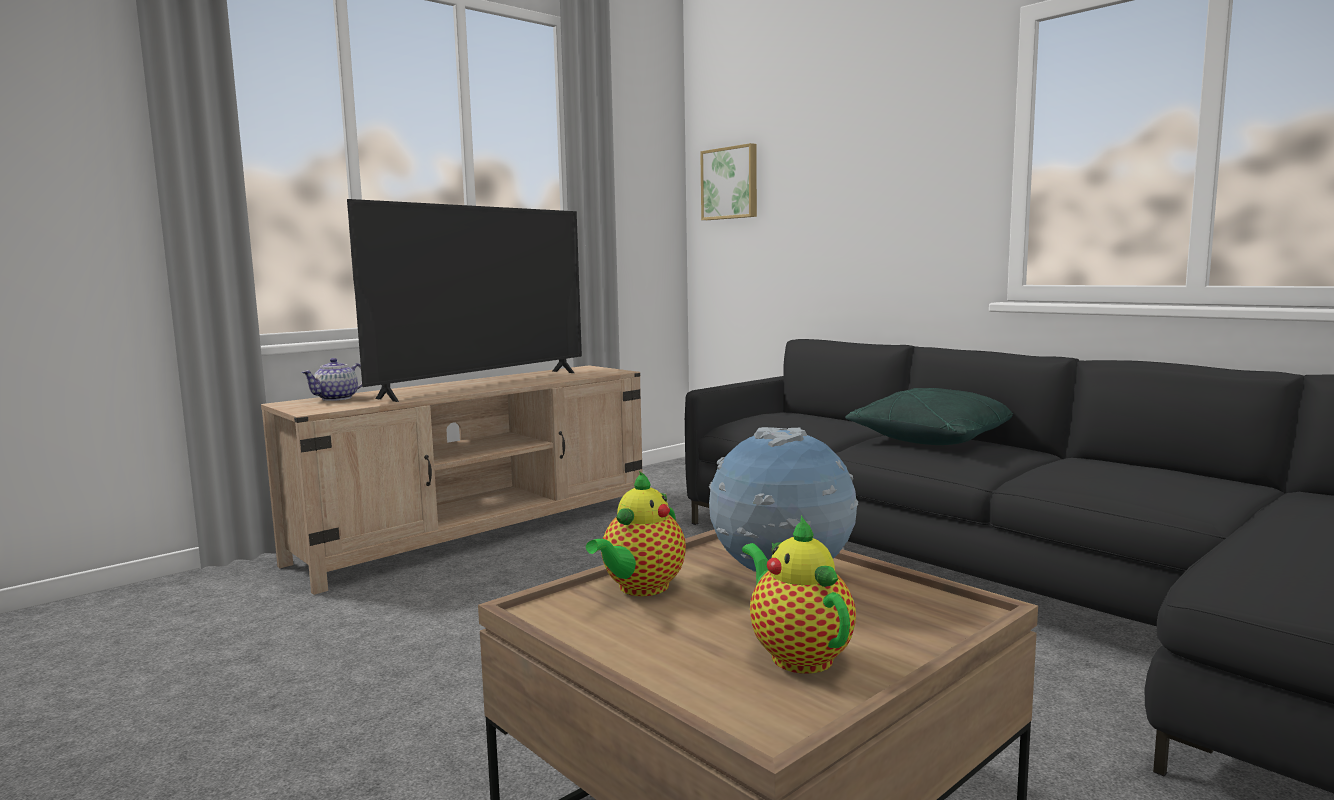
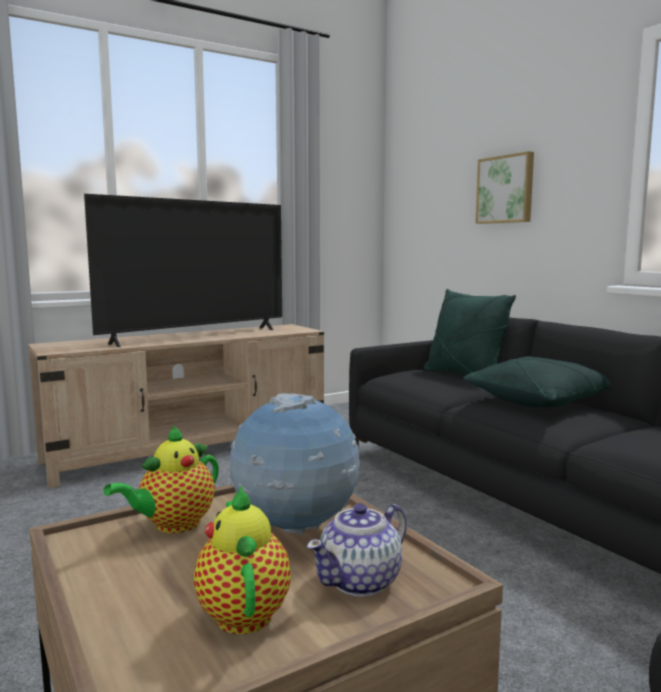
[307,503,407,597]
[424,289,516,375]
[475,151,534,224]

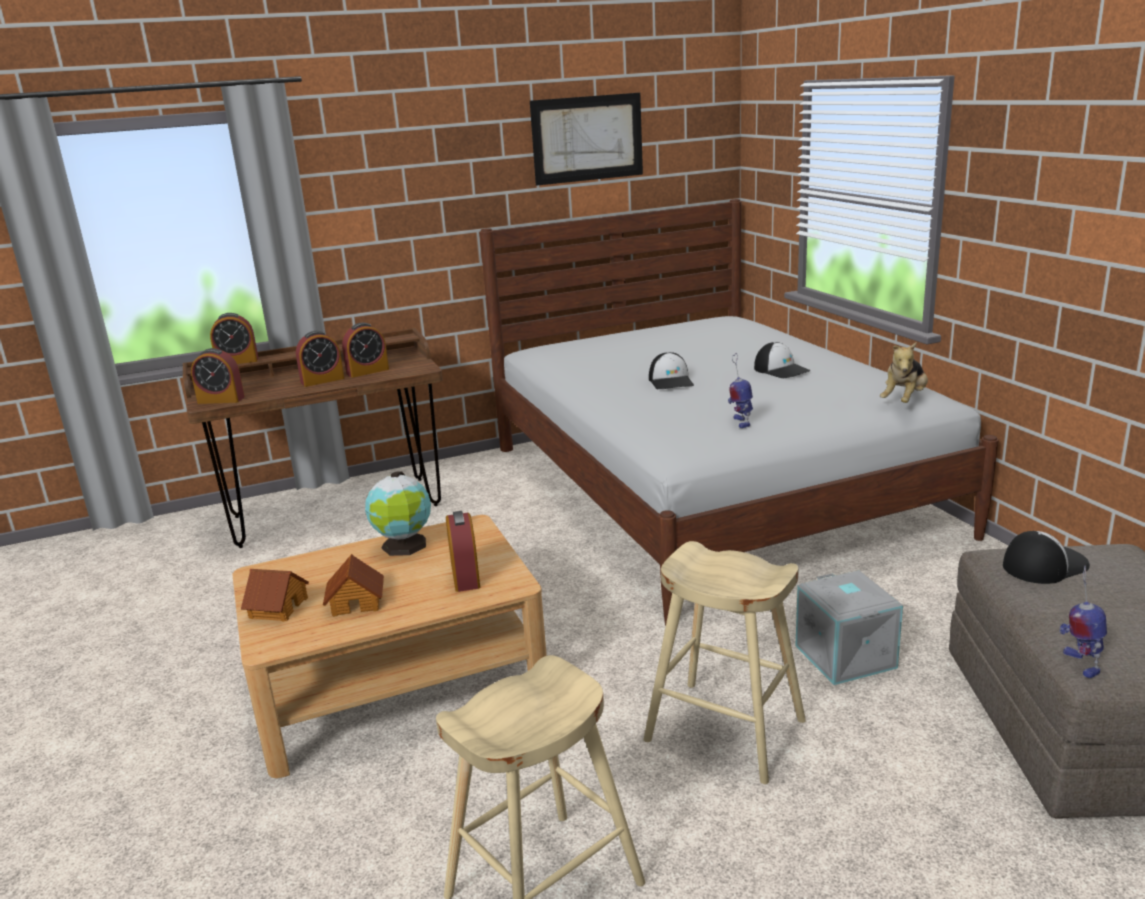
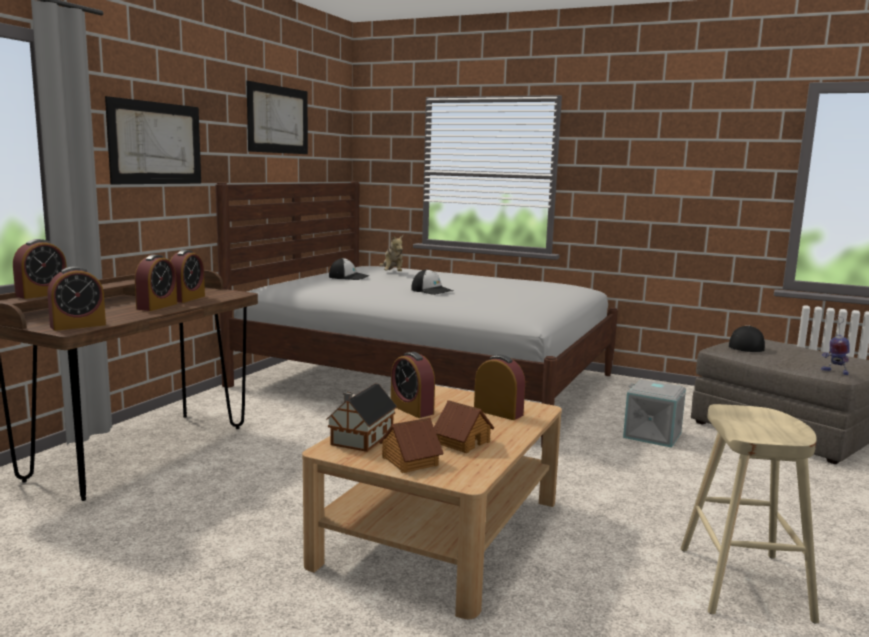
[105,96,201,184]
[326,383,397,452]
[329,258,369,280]
[379,235,403,271]
[391,352,435,418]
[644,541,806,784] (first image)
[728,353,753,428] (first image)

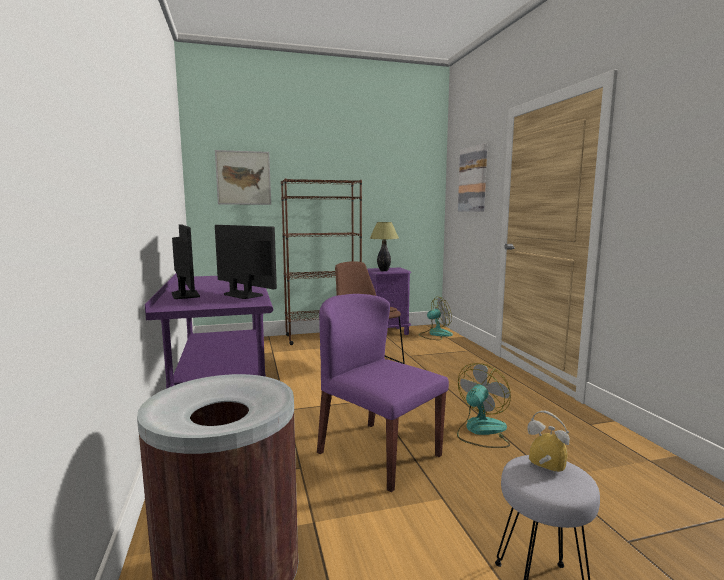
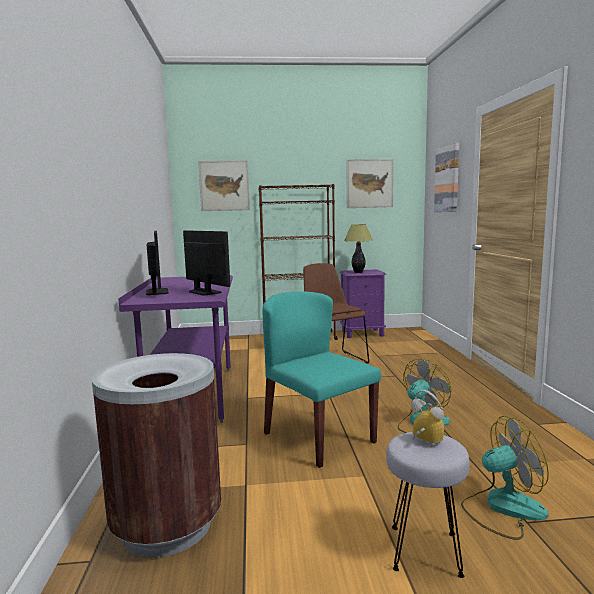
[262,291,381,468]
[346,159,394,208]
[461,416,549,540]

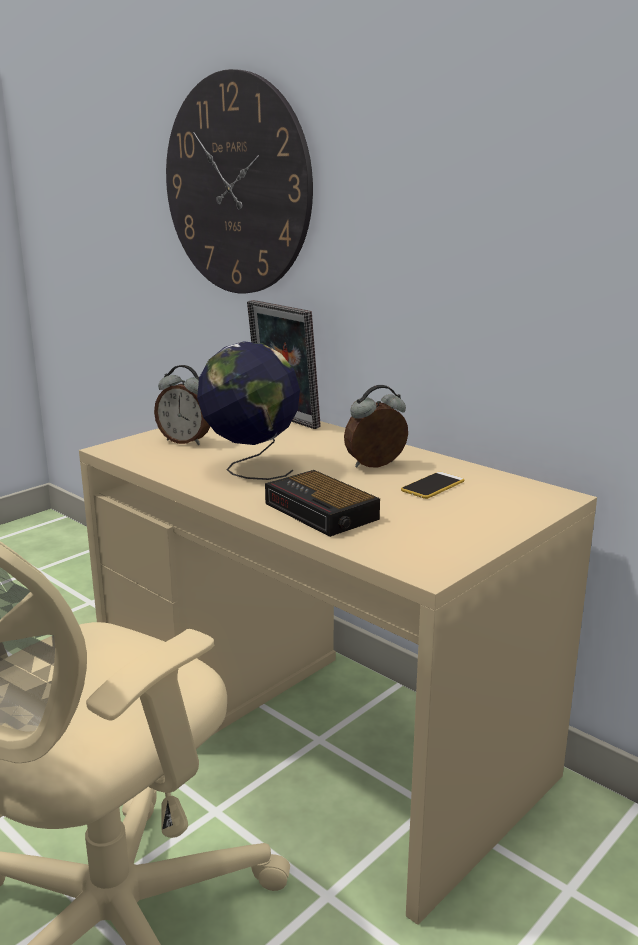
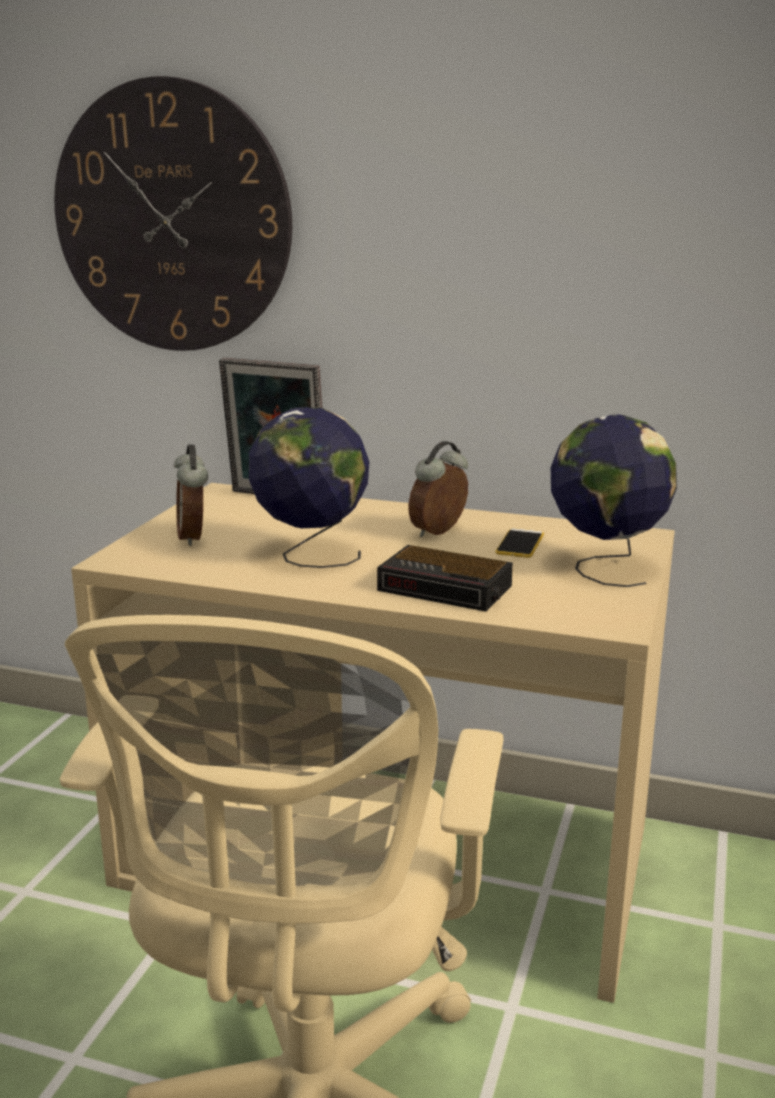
[174,444,208,546]
[551,414,677,587]

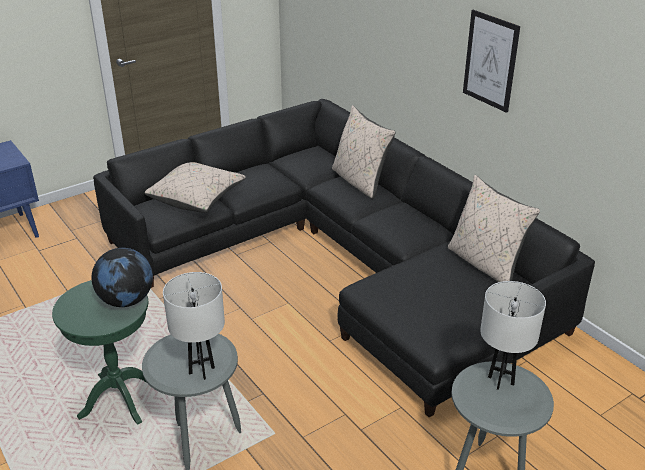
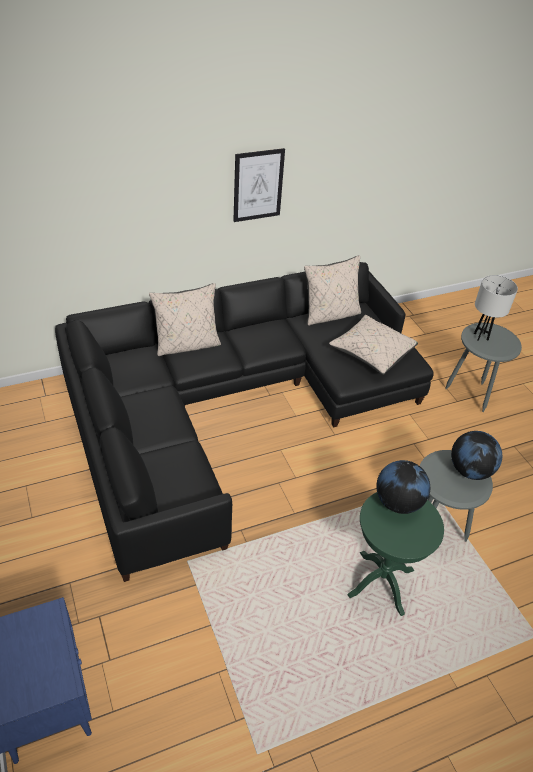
[329,315,418,375]
[451,431,502,480]

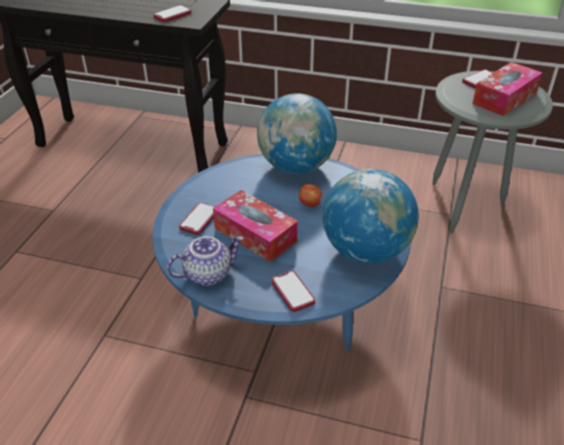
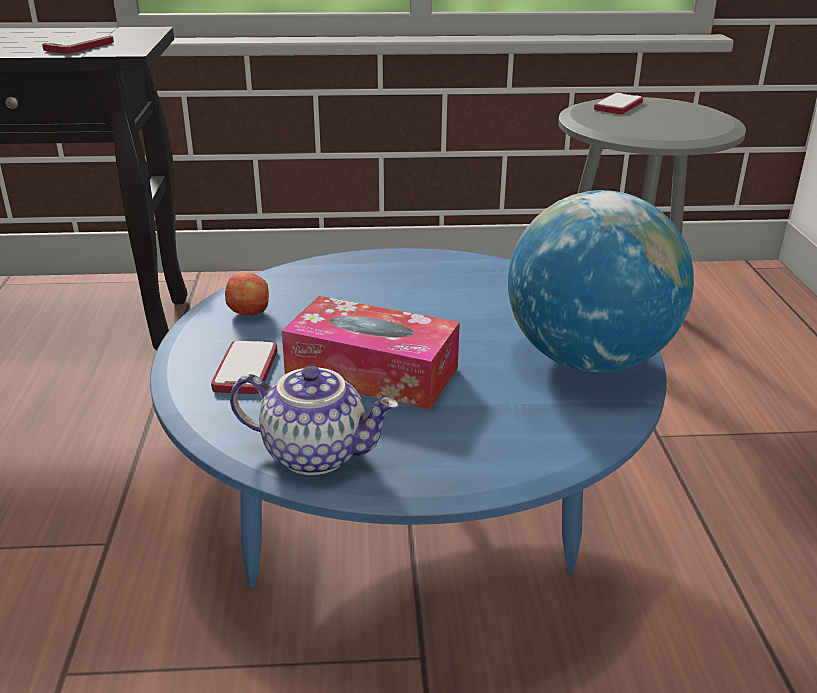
[225,273,269,316]
[230,366,399,475]
[257,93,337,174] (first image)
[272,271,315,312] (first image)
[472,62,542,116] (first image)

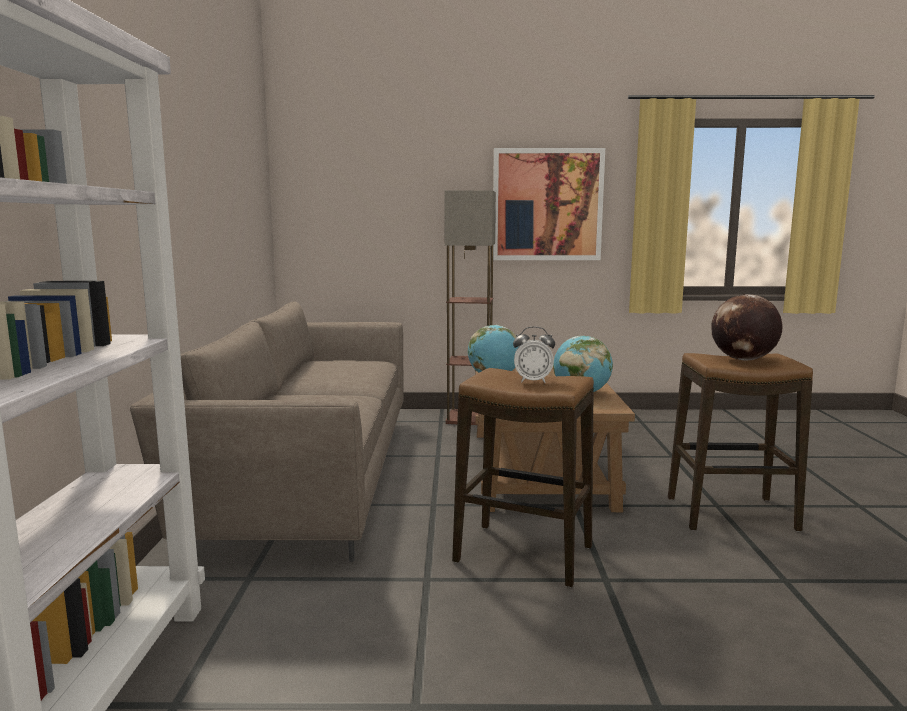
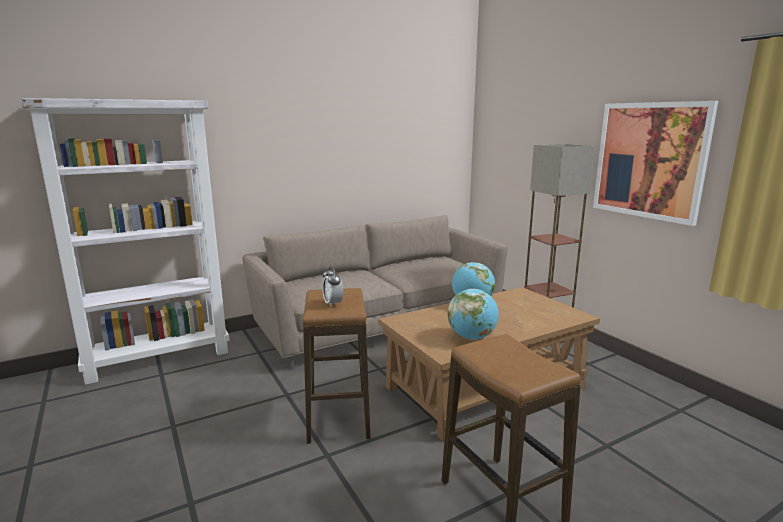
[711,294,783,361] (first image)

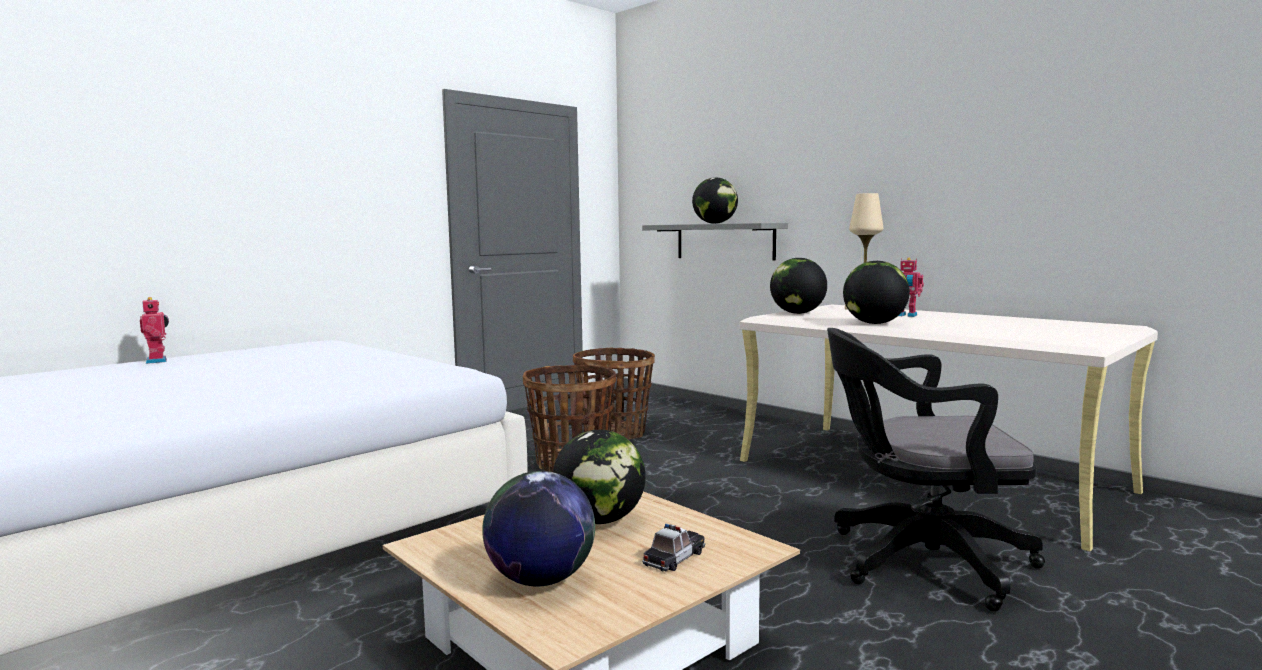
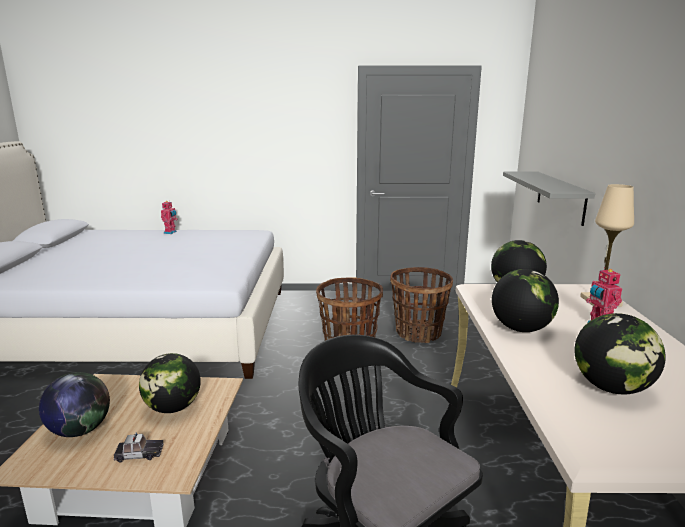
[574,313,666,394]

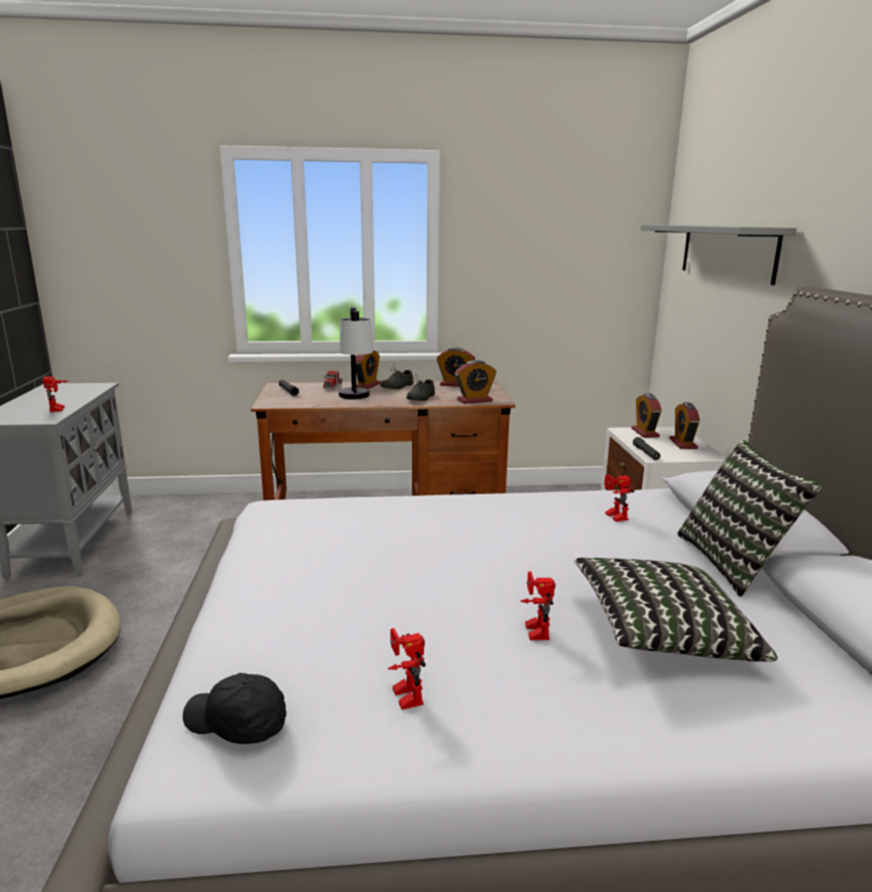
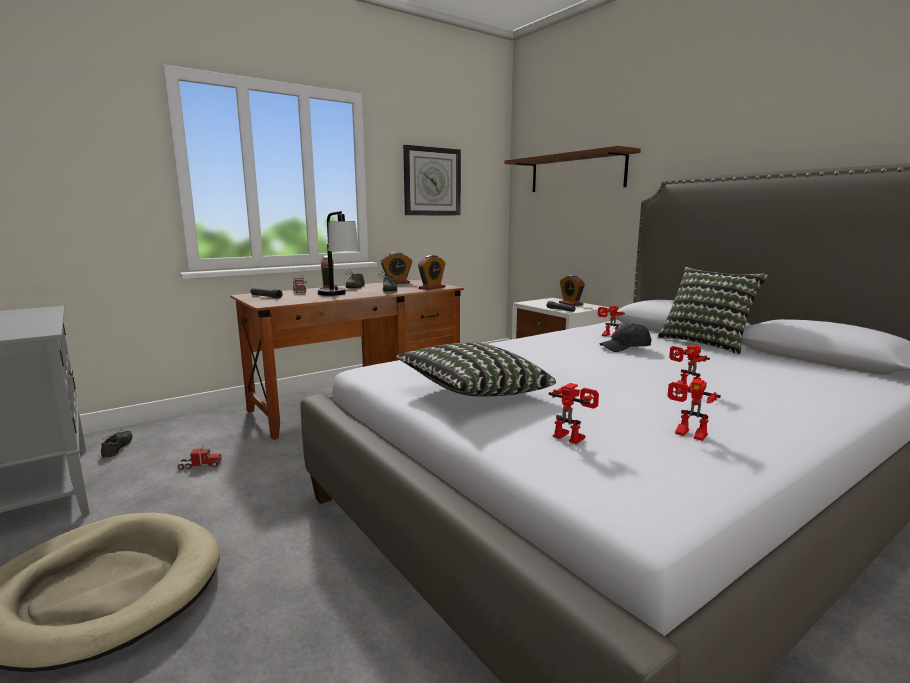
[101,429,133,458]
[178,445,222,470]
[396,343,556,396]
[403,145,461,215]
[504,146,641,192]
[549,383,599,444]
[600,323,652,352]
[631,394,662,438] (first image)

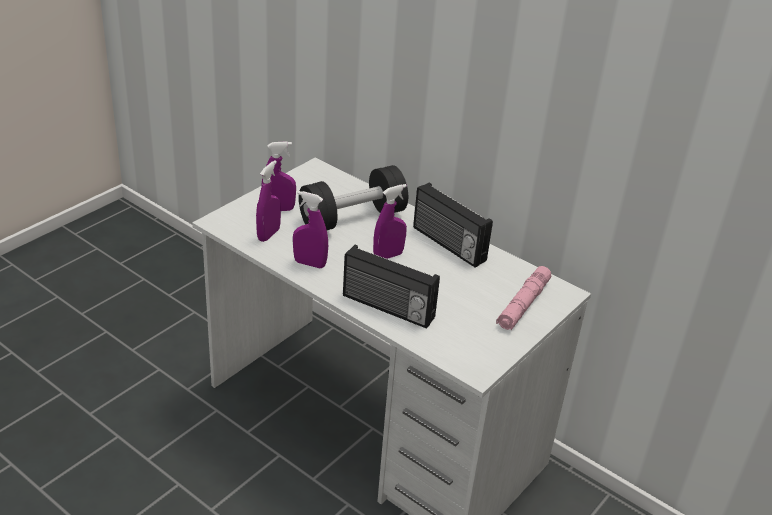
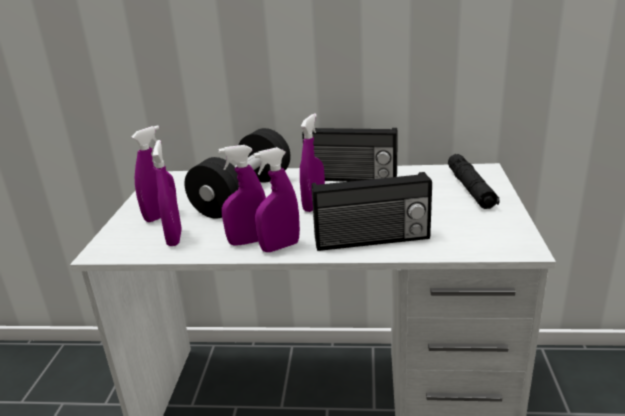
[253,147,300,252]
[448,154,500,209]

